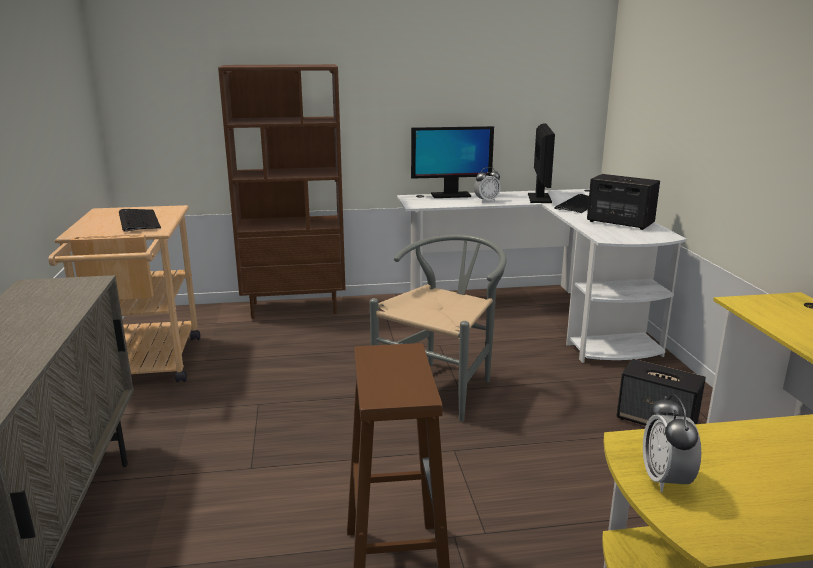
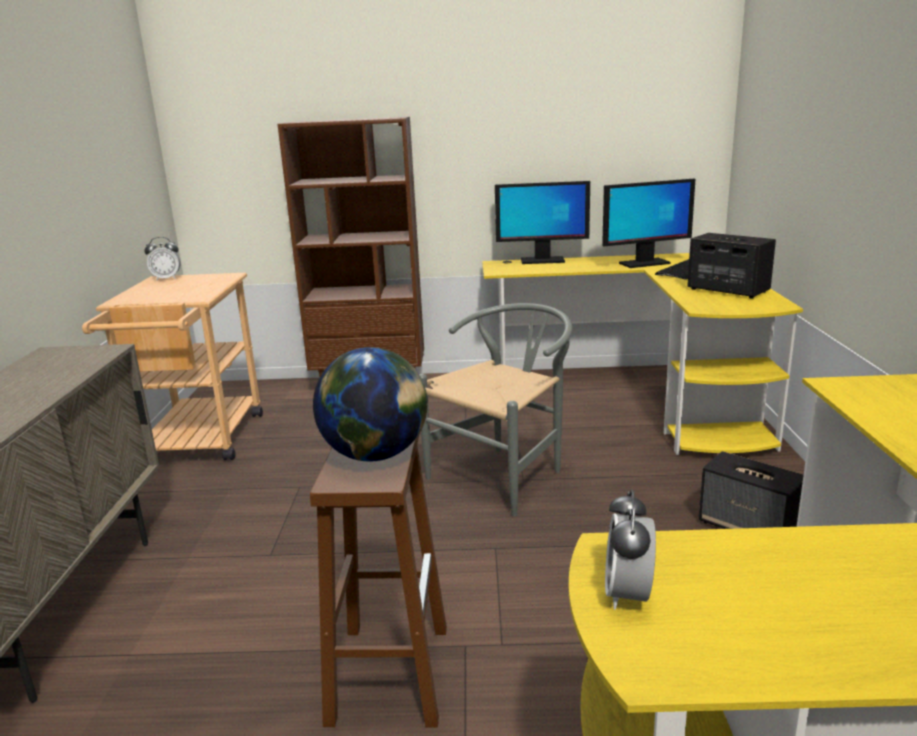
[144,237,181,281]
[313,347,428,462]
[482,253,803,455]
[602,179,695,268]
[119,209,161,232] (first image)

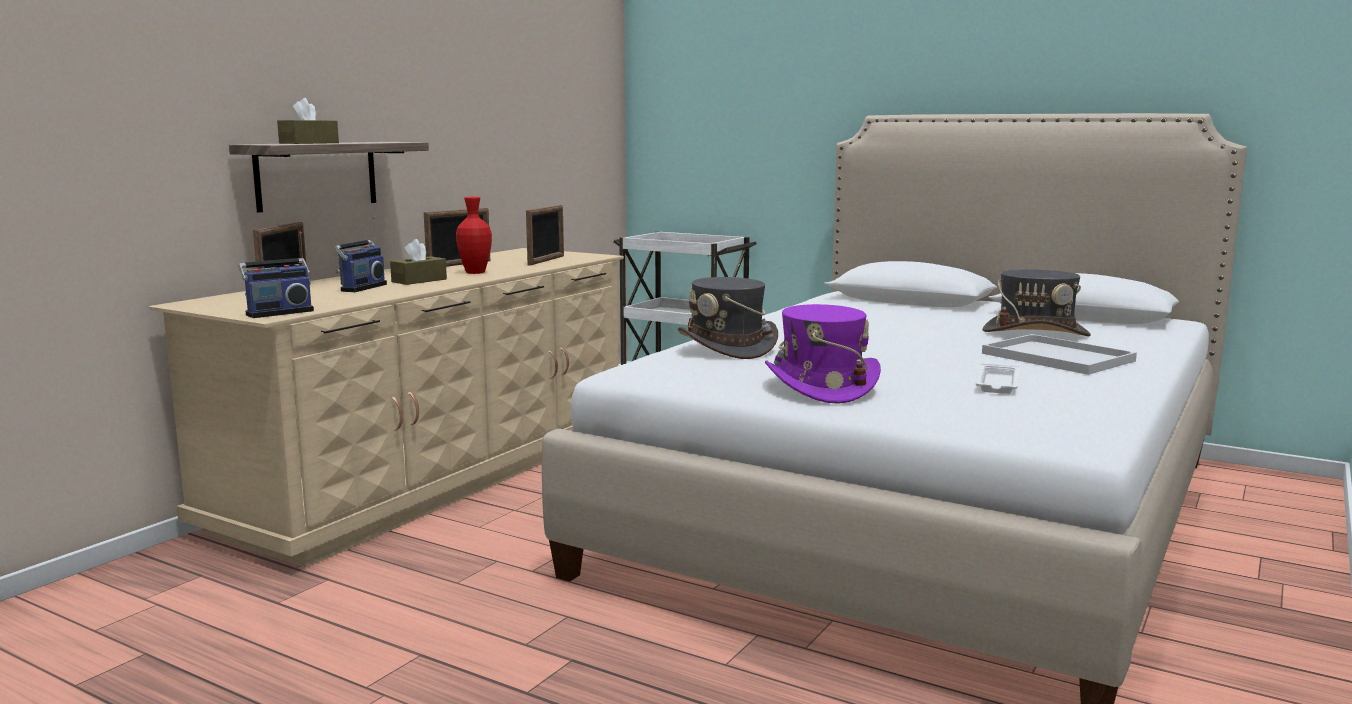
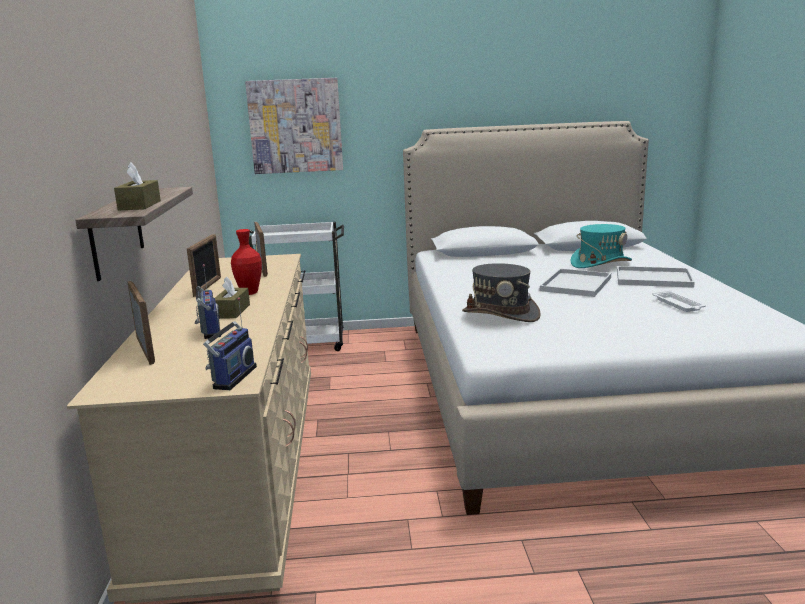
[245,78,343,174]
[540,268,611,297]
[571,224,632,268]
[765,304,881,404] (first image)

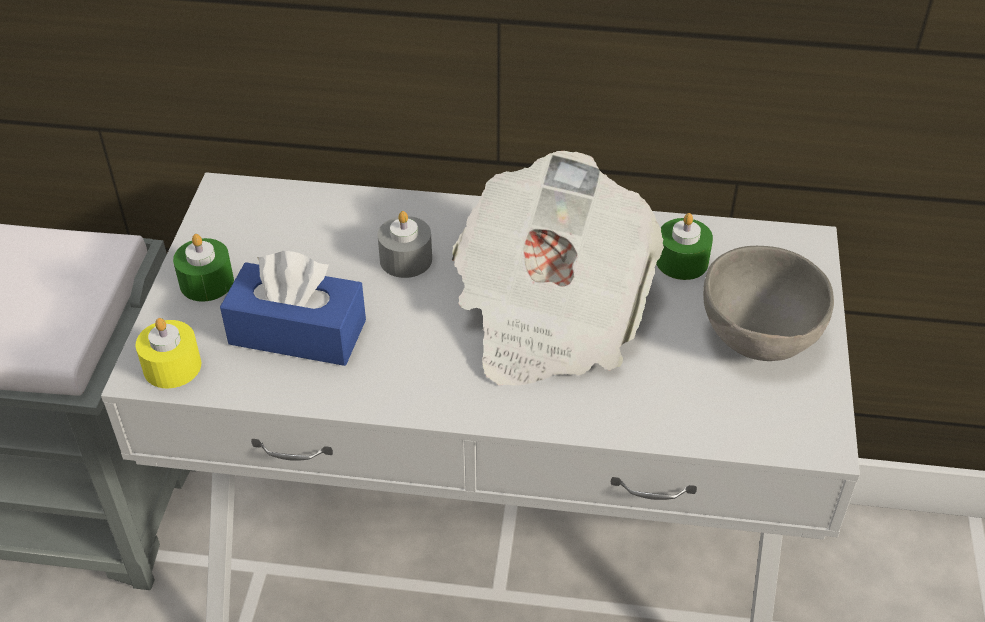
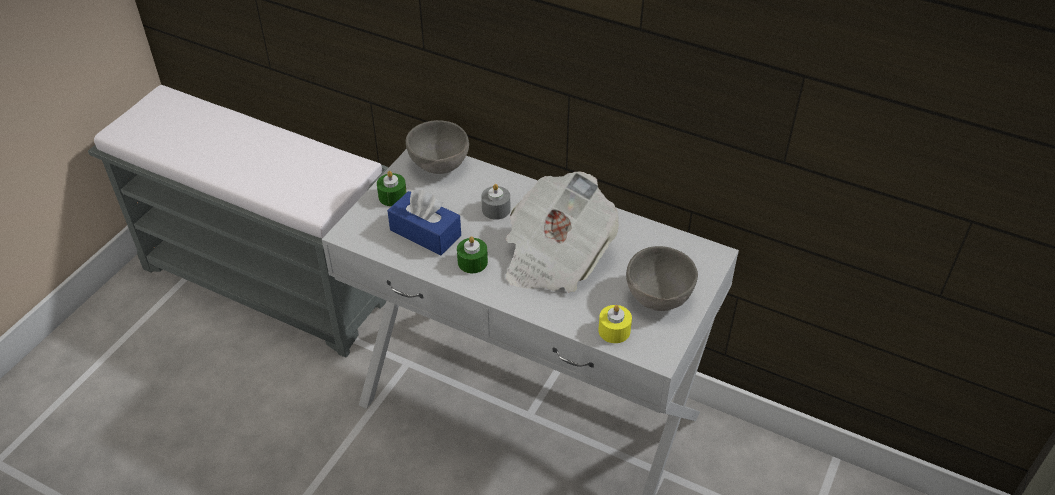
[406,120,469,174]
[457,236,488,273]
[598,305,632,343]

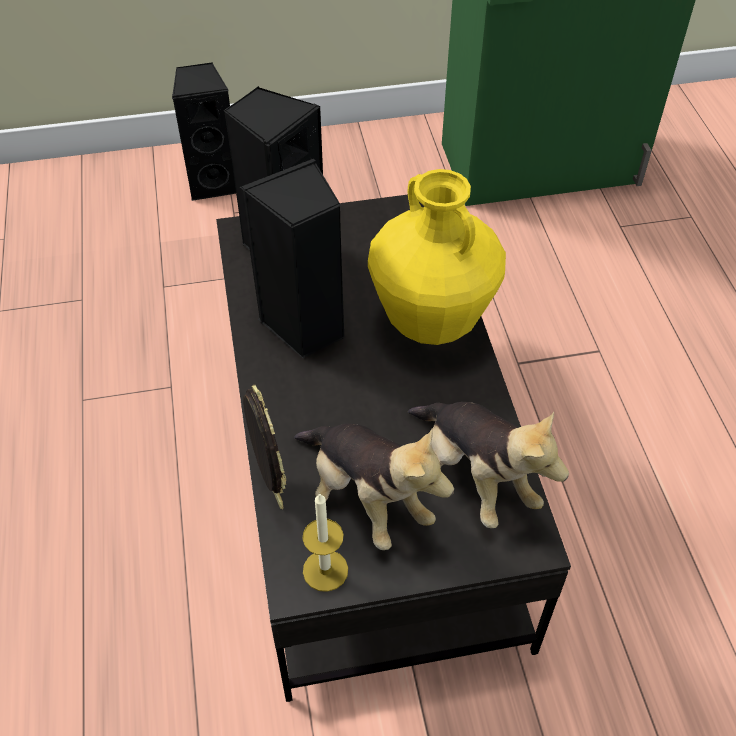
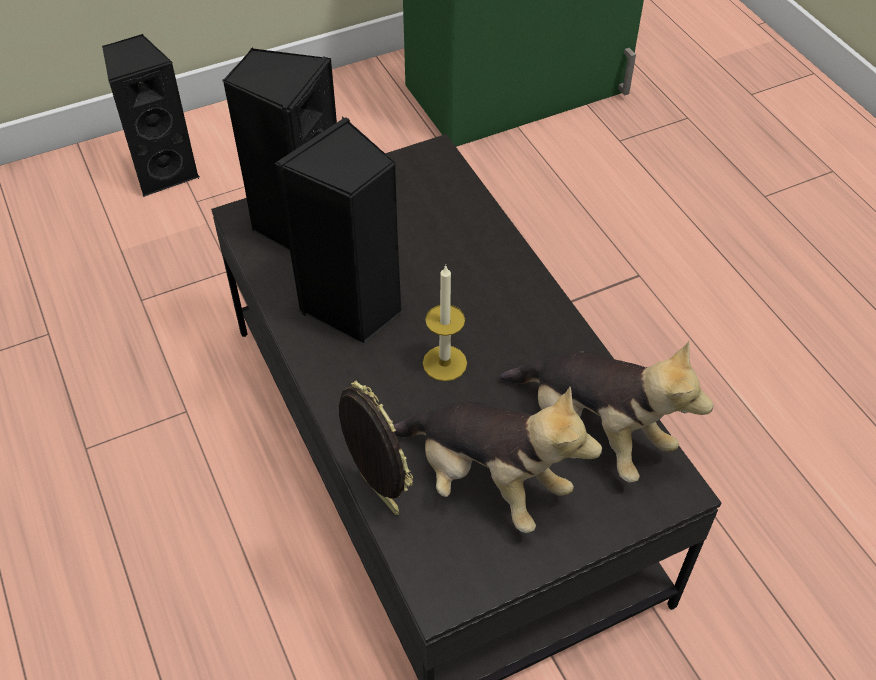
[423,265,467,381]
[368,169,506,345] (first image)

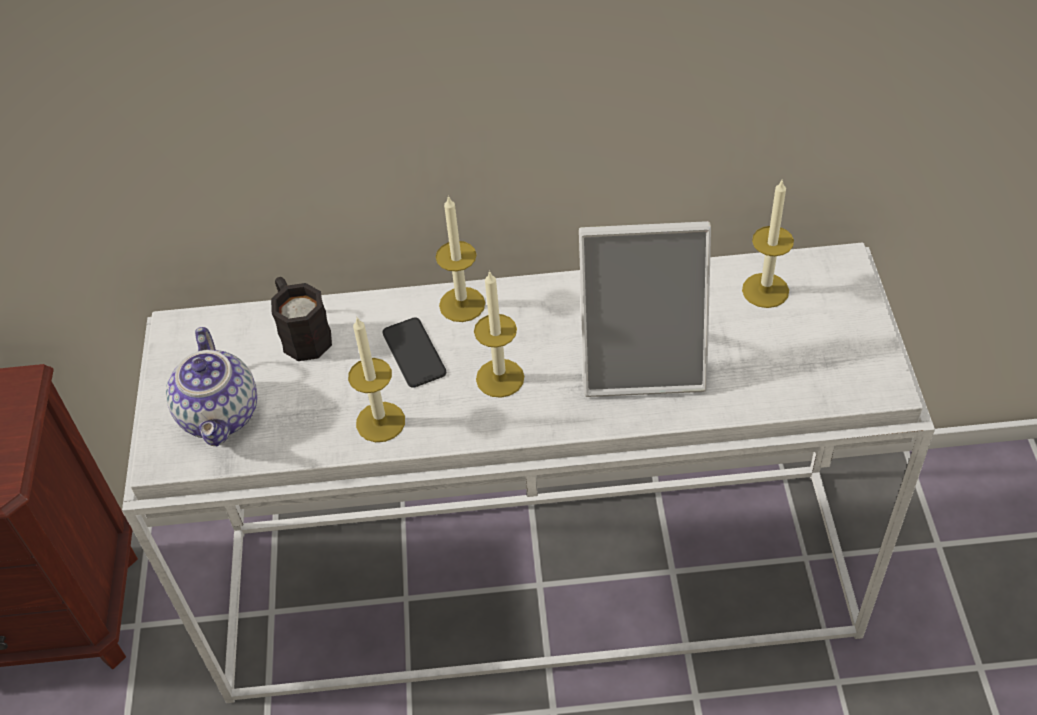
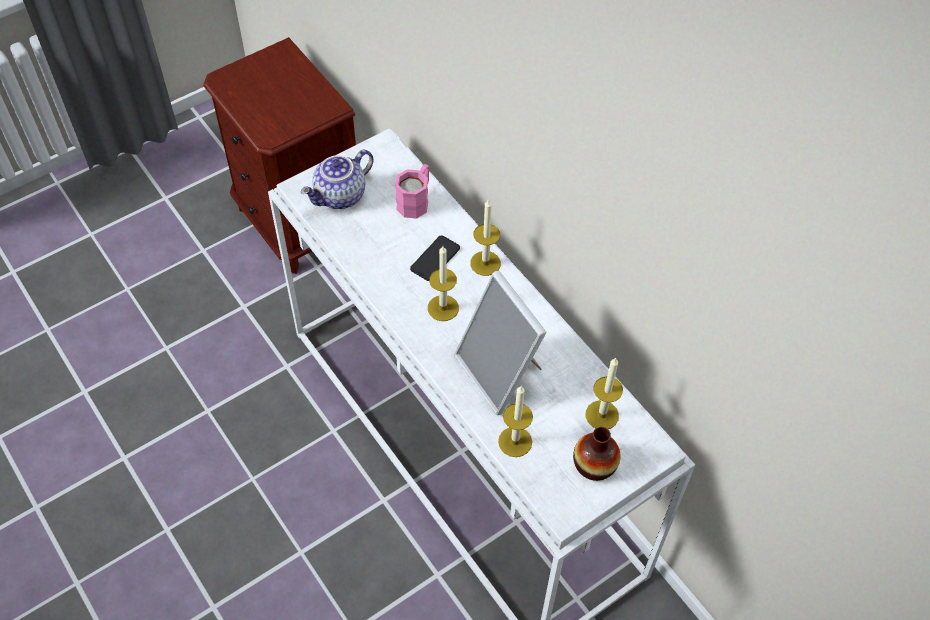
[395,164,429,219]
[498,386,533,457]
[573,427,620,481]

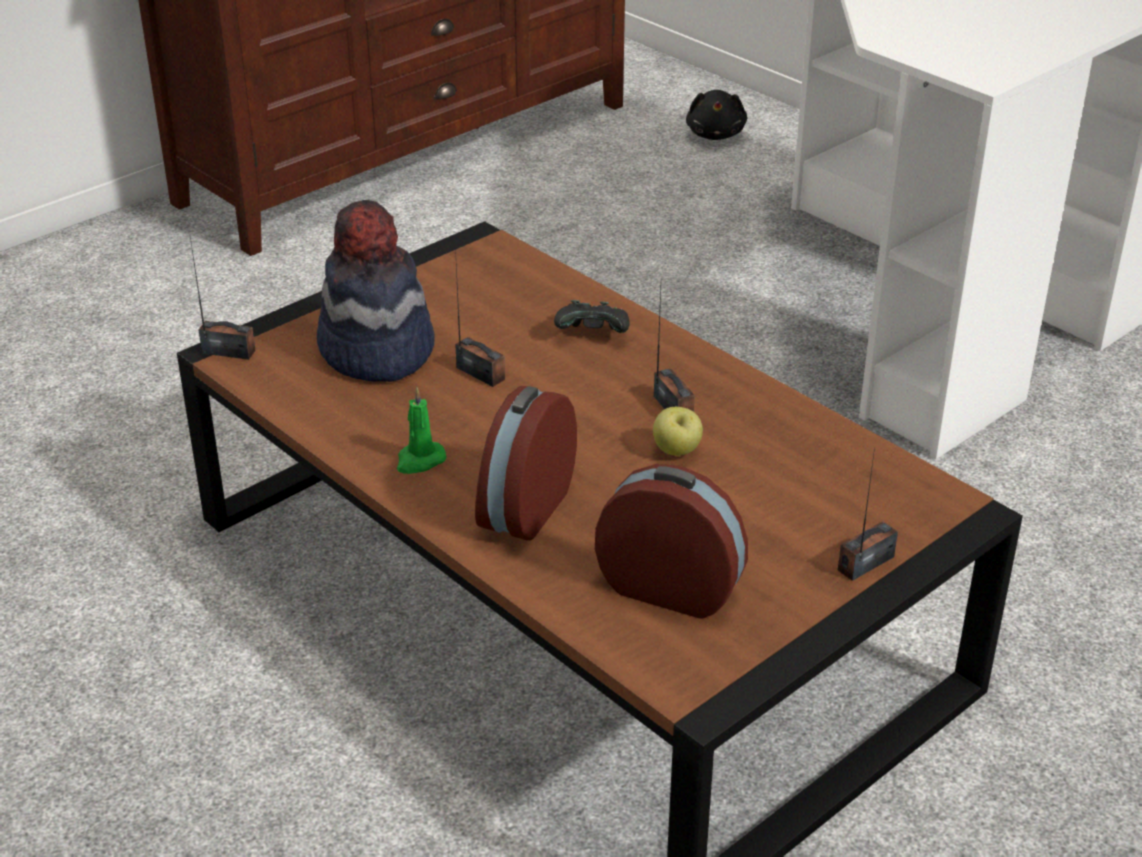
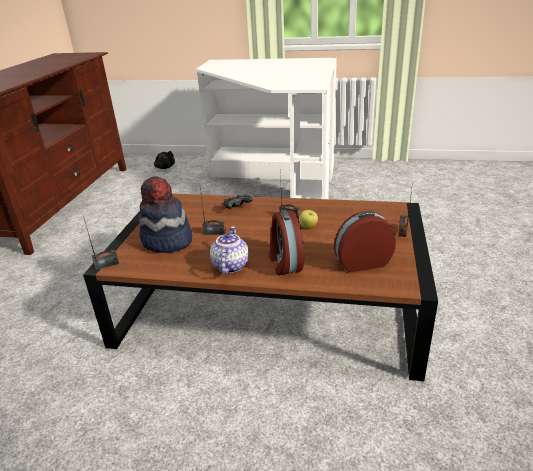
[210,226,249,274]

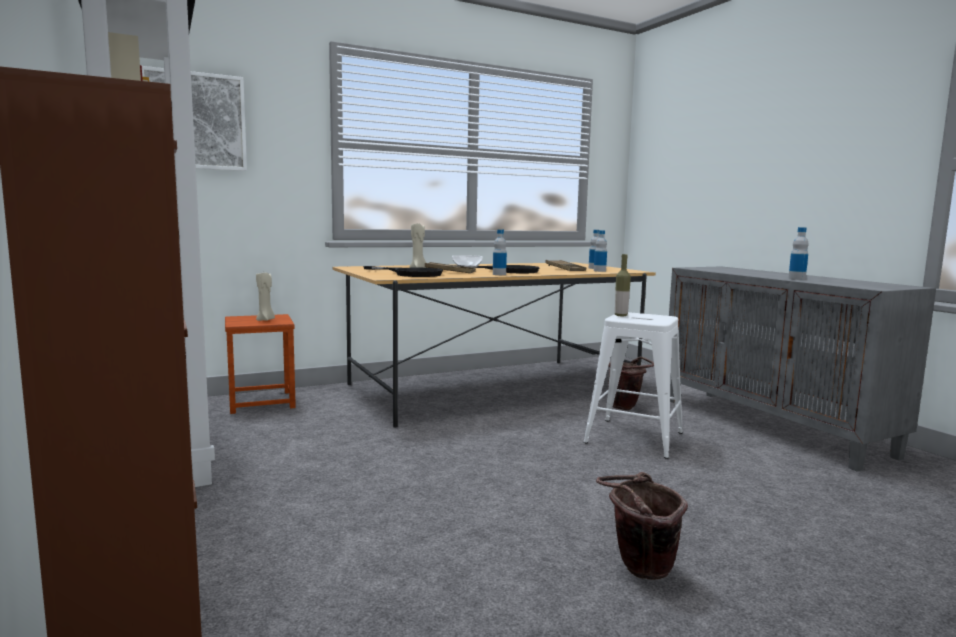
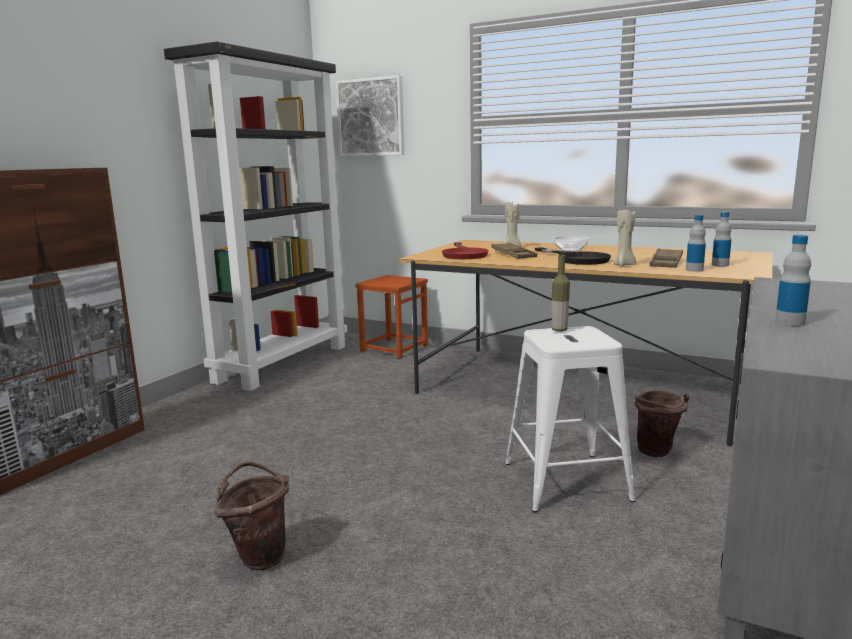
[442,242,489,259]
[613,209,636,266]
[493,229,507,275] (first image)

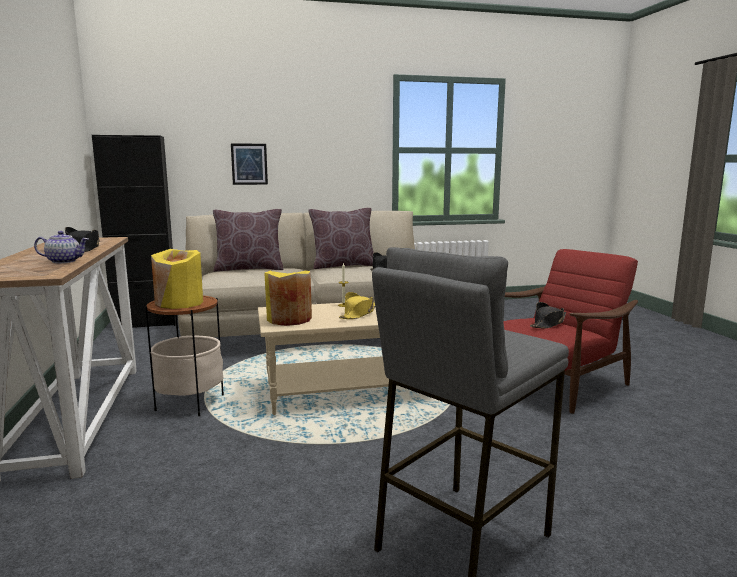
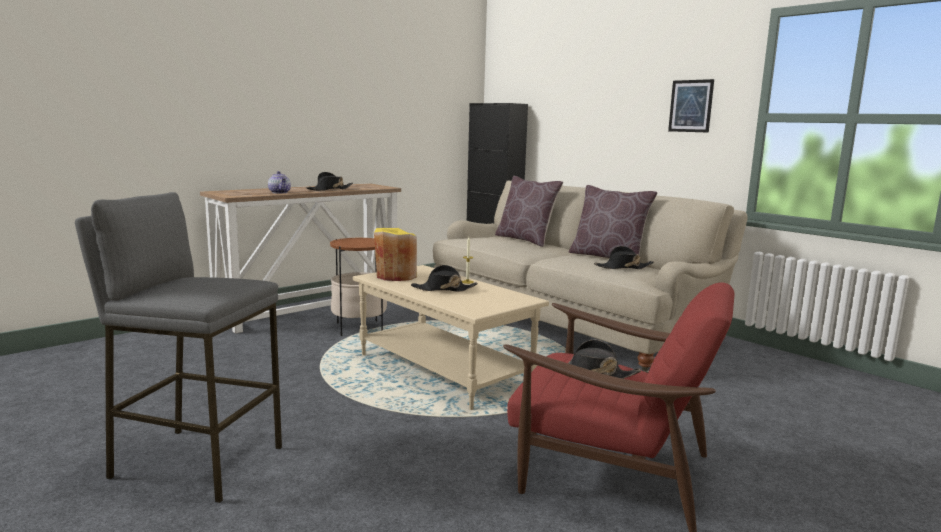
[411,265,478,292]
[668,79,714,133]
[151,249,203,309] (first image)

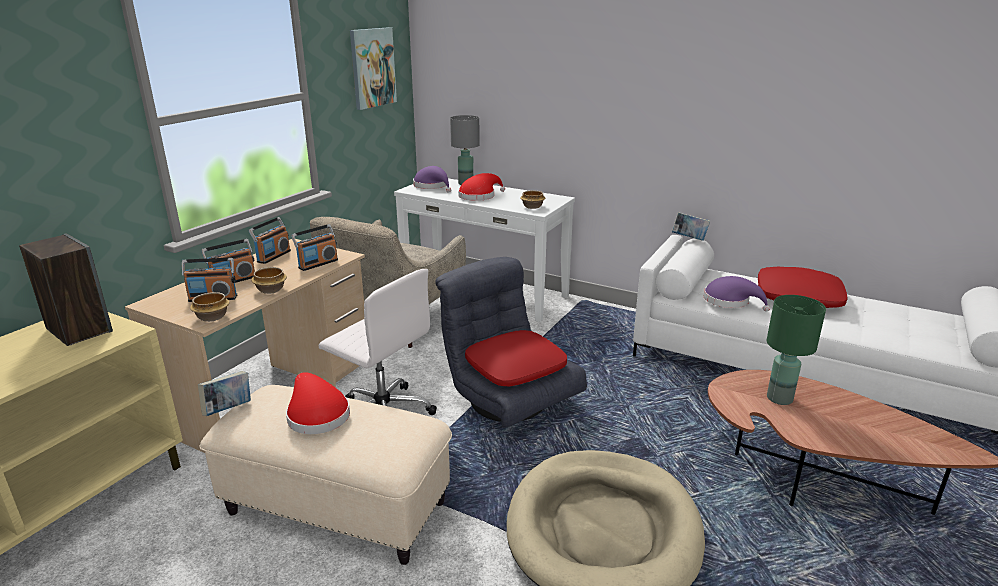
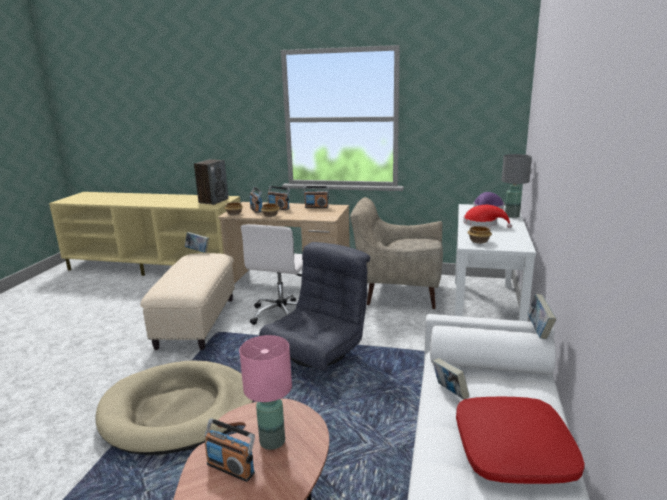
[205,419,255,482]
[239,335,292,450]
[433,358,469,400]
[286,372,350,434] (first image)
[350,27,397,110] (first image)
[465,330,567,387] (first image)

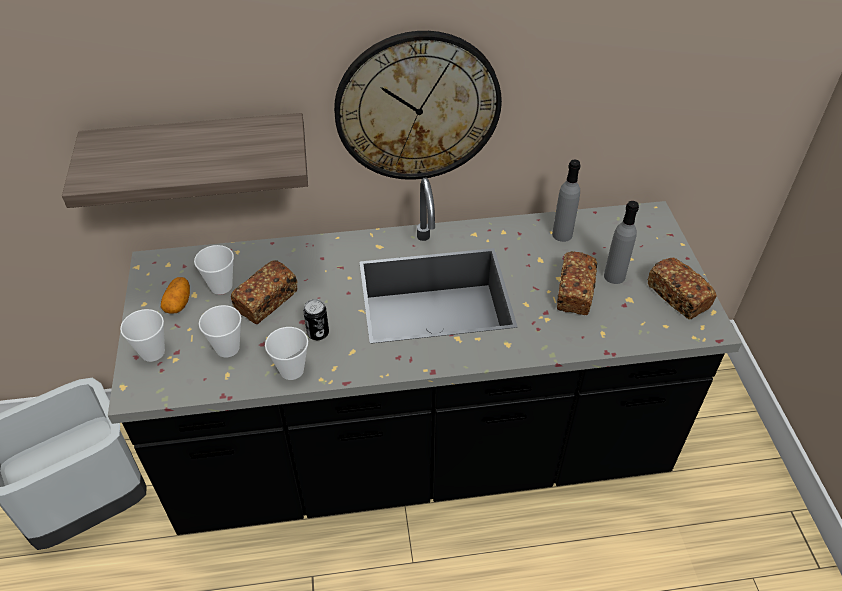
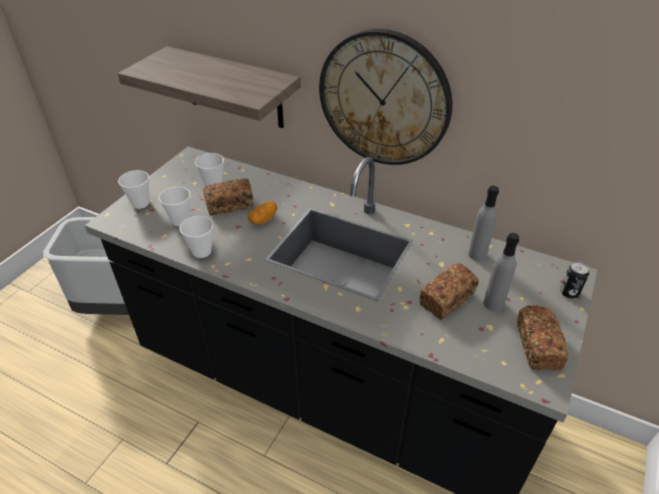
[248,201,277,225]
[560,261,589,298]

